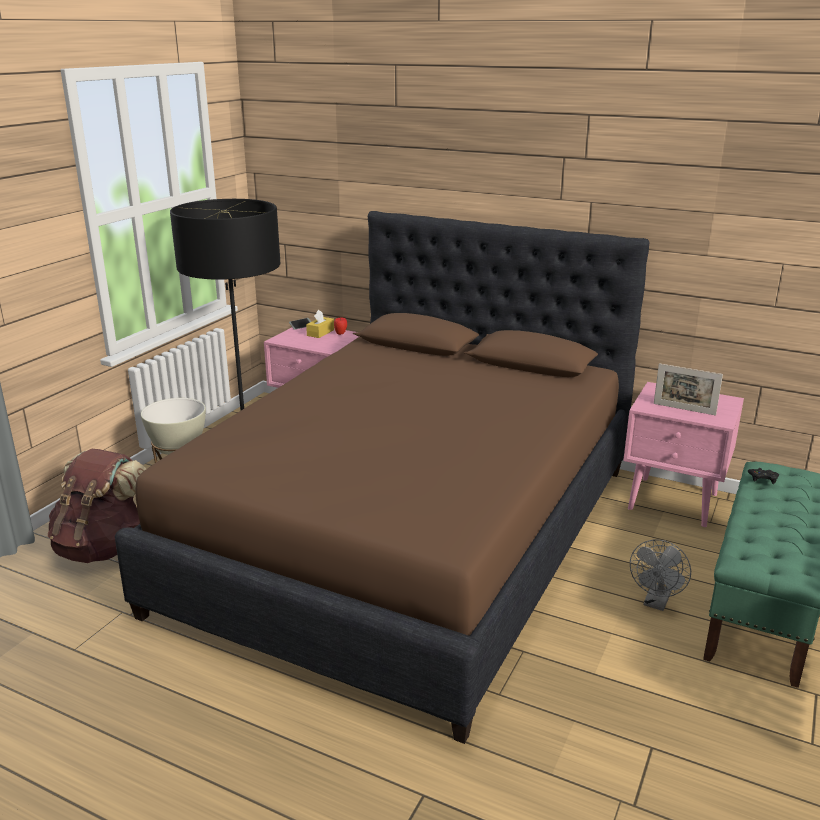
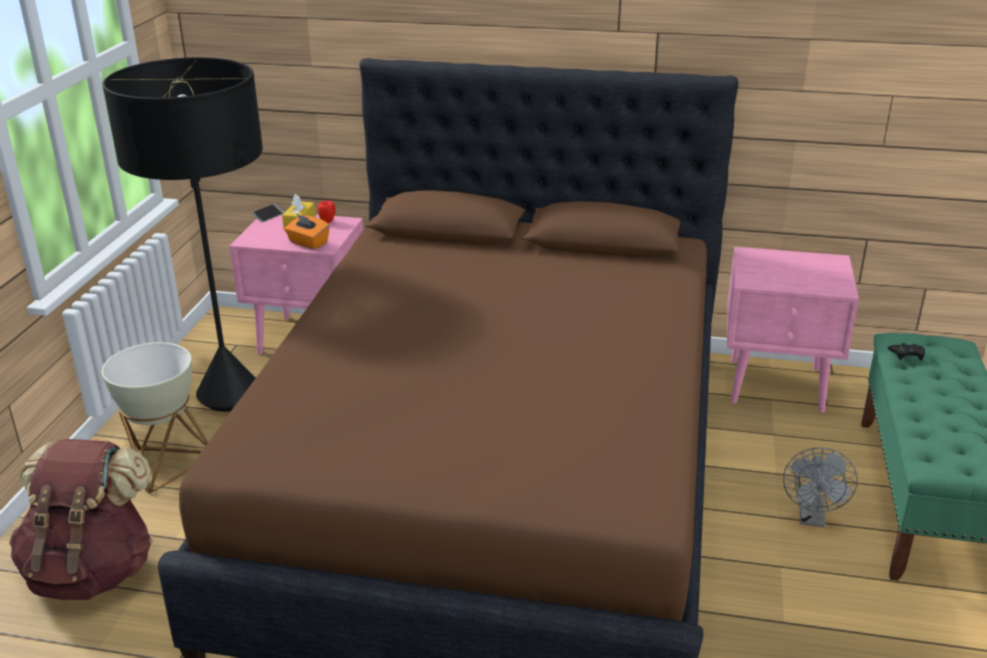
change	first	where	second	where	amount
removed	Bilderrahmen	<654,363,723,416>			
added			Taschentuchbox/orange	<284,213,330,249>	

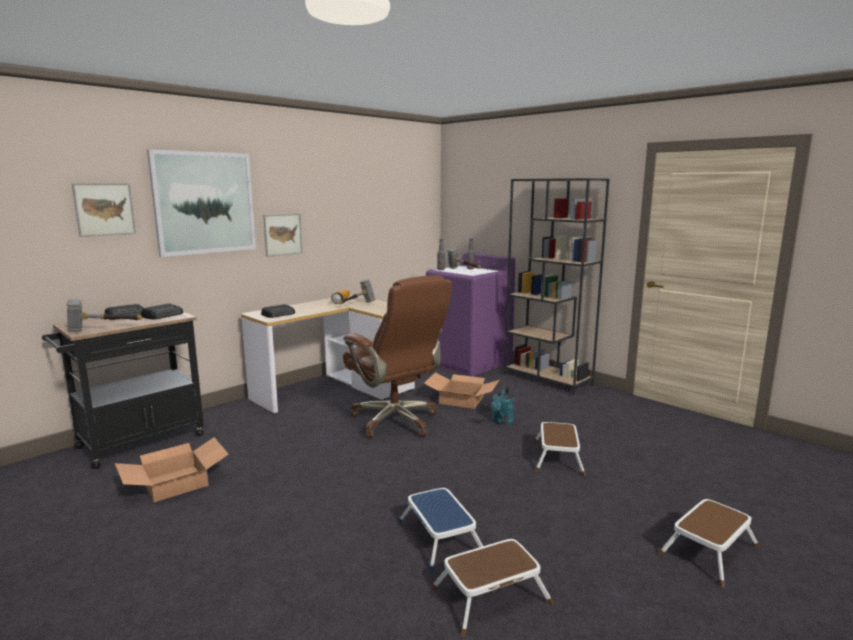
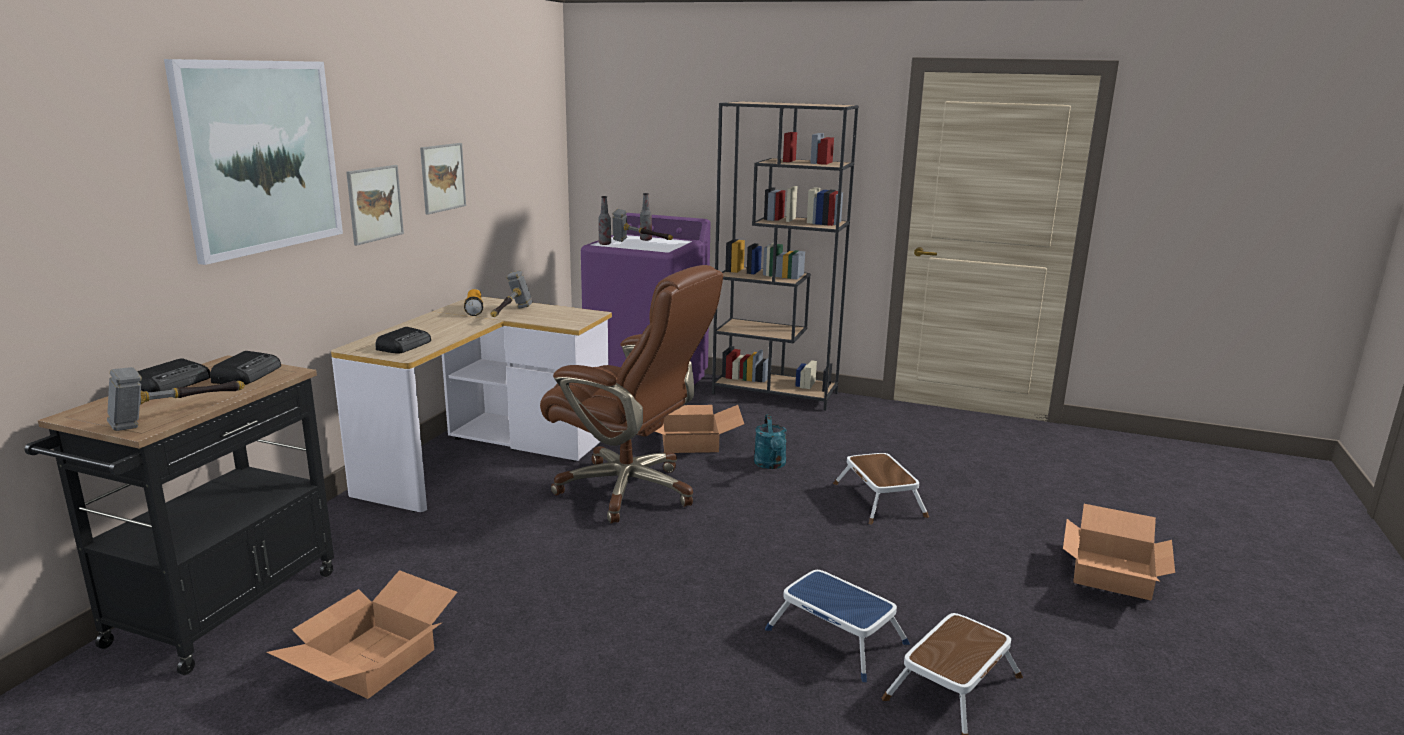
change	first	where	second	where	amount
moved	Bild	<72,183,136,237>		<420,143,466,215>	
replaced	Trittleiter/braun	<658,499,760,587>	Karton	<1063,504,1175,600>	

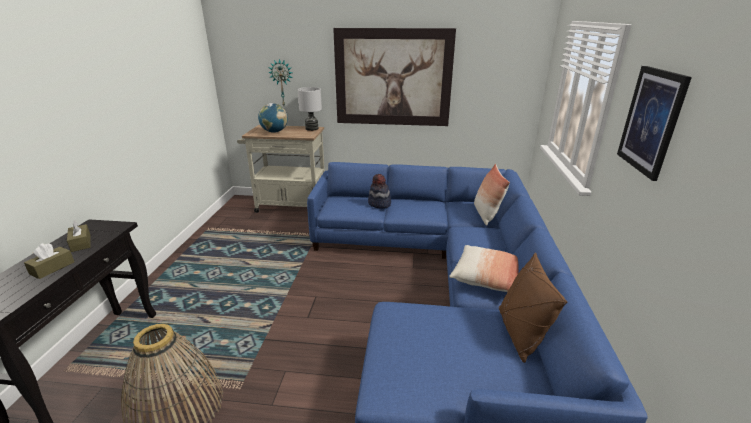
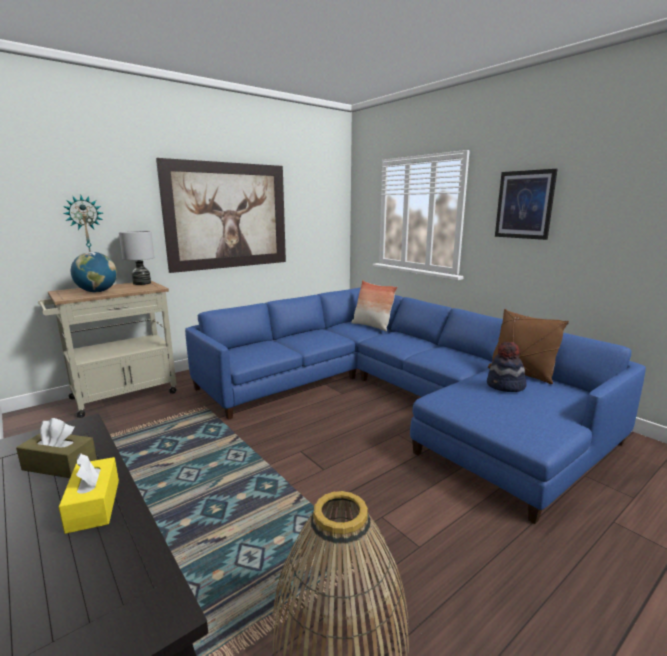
change	first	where	second	where	amount
moved	Hut	<368,174,391,208>		<487,342,527,392>	
recoloured	Taschentuchbox/braun	<24,243,75,279>	Taschentuchbox/gelb	<59,453,119,534>	
removed	Kissen	<449,245,519,292>			

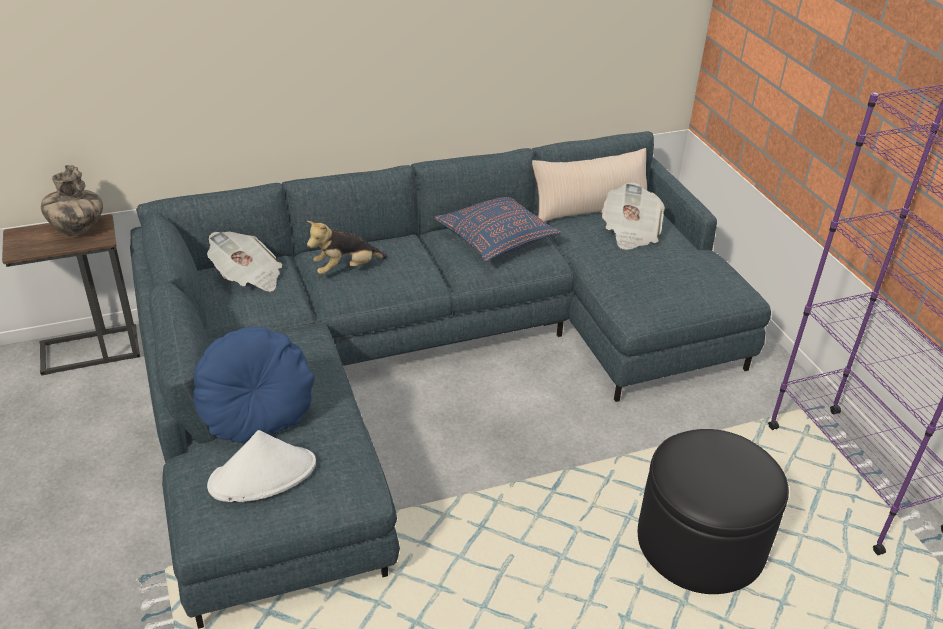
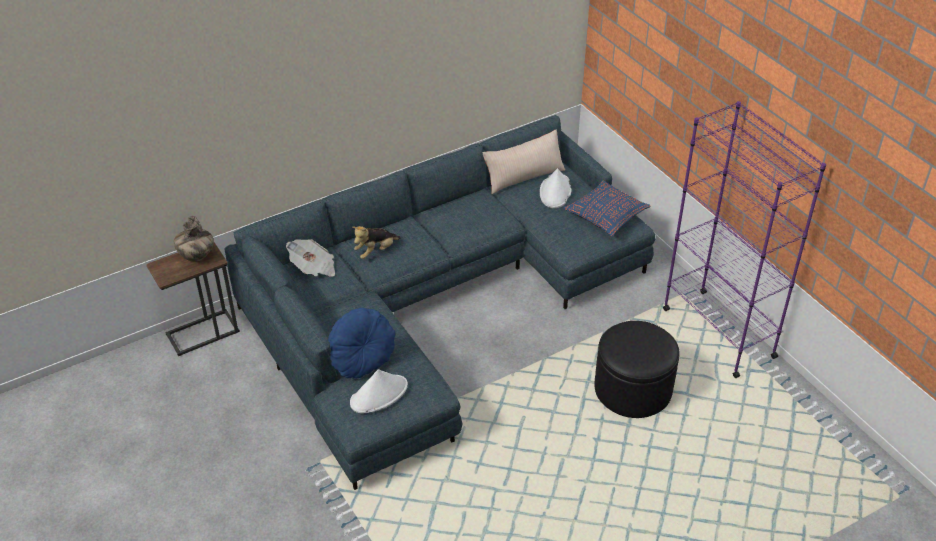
change	first	where	second	where	amount
replaced	Zeitung	<601,182,665,250>	Hut/weiß	<540,168,572,208>	
moved	Kissen/blau	<434,197,561,262>		<564,180,651,237>	

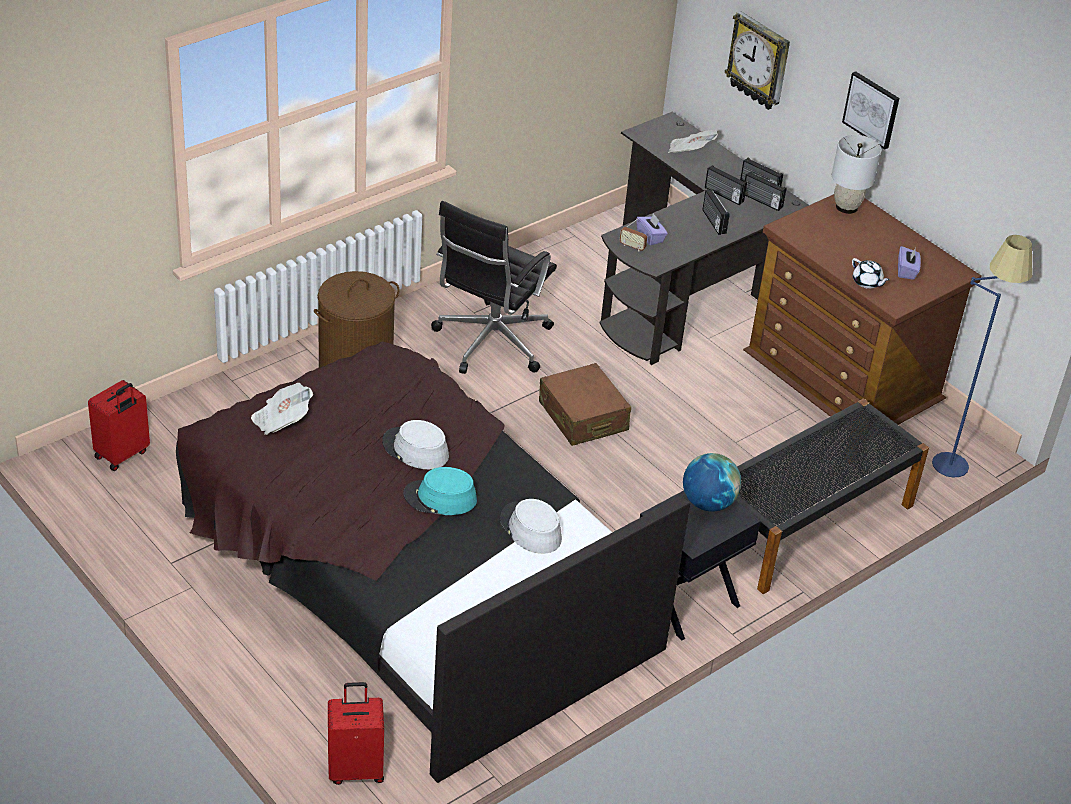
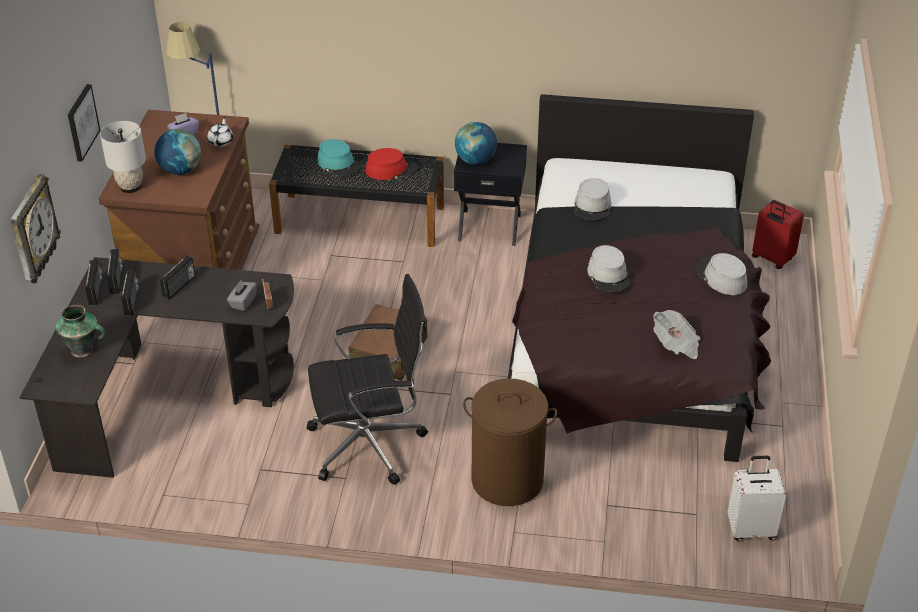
change	first	where	second	where	amount
replaced	Zeitung	<668,130,718,153>	Vase	<55,305,105,357>	
recoloured	Taschentuchbox/lila	<636,213,668,245>	Taschentuchbox/grau	<227,280,257,311>	
recoloured	Koffer/rot	<88,380,150,471>	Koffer/weiß	<728,456,786,541>	
moved	Hut/türkis	<403,467,477,515>		<317,139,360,176>	
added			Globus	<154,129,201,175>	
added			Hut/rot	<365,148,417,180>	
added			Hut/grau	<697,253,747,295>	

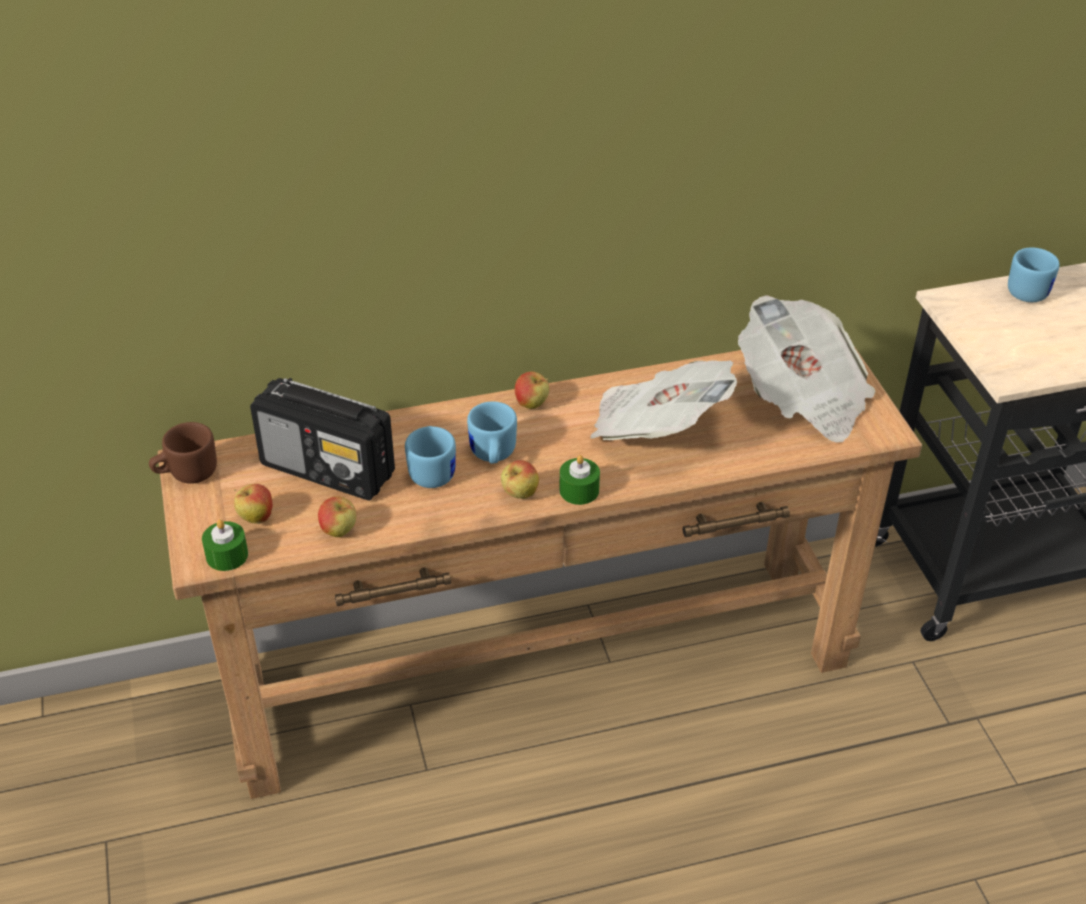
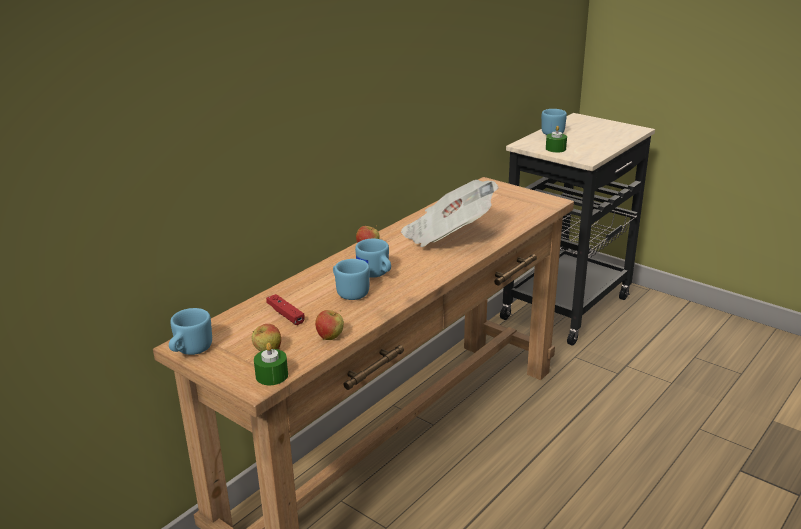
change	first	where	second	where	amount
removed	Zeitung	<738,295,876,442>			
replaced	Radio	<250,378,395,501>	Gamepad/rot	<266,294,305,325>	
recoloured	Henkelbecher/braun	<149,422,217,484>	Henkelbecher/blau	<169,308,212,355>	
moved	Kerze/grün	<559,455,600,505>		<546,126,567,153>	
removed	Apfel	<501,460,539,499>			

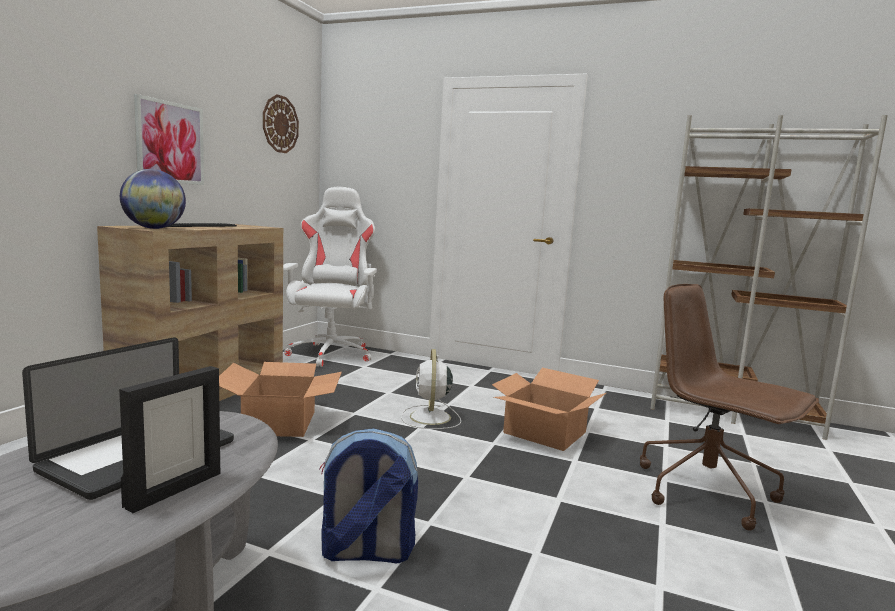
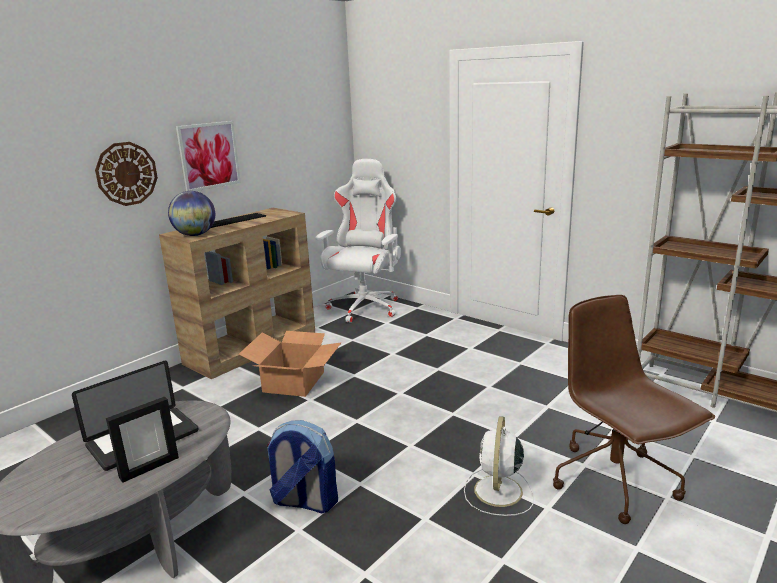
change	first	where	second	where	amount
moved	Wanduhr	<263,94,299,153>		<95,142,158,206>	
moved	Ventilator/weiß	<401,349,461,429>		<464,416,534,516>	
removed	Karton	<492,368,606,451>			

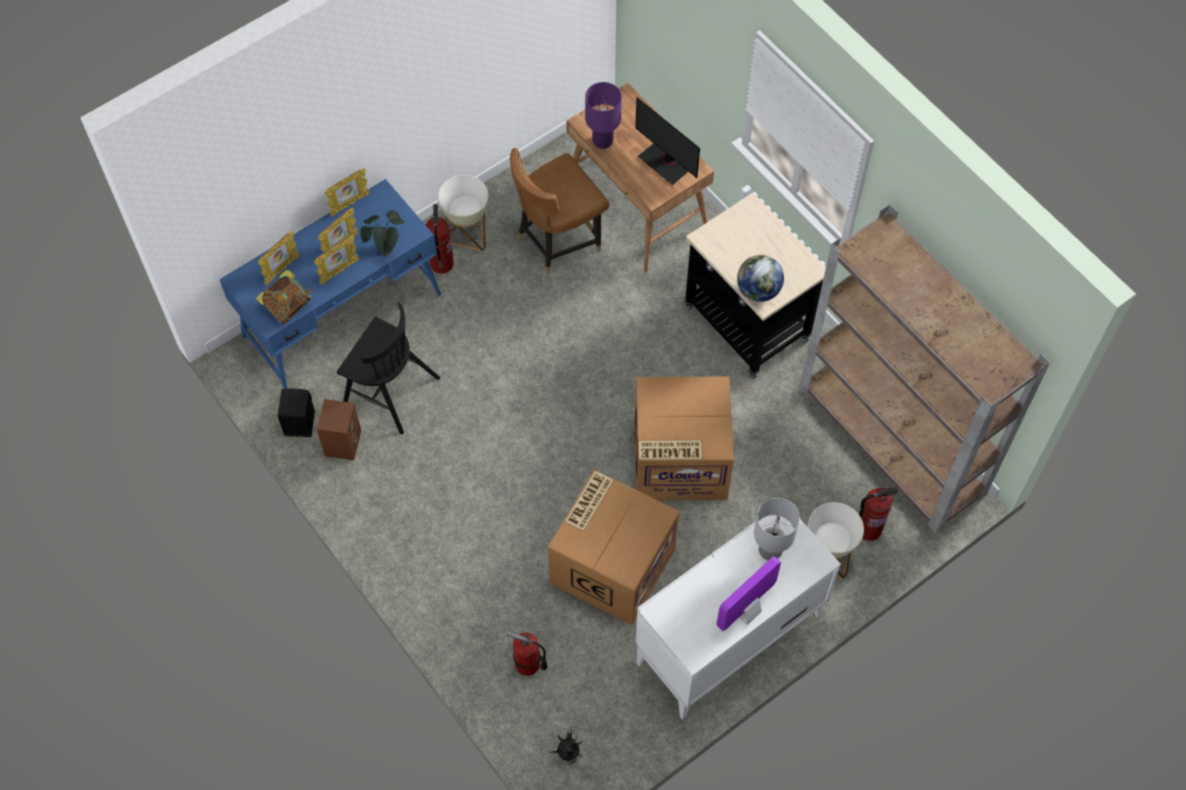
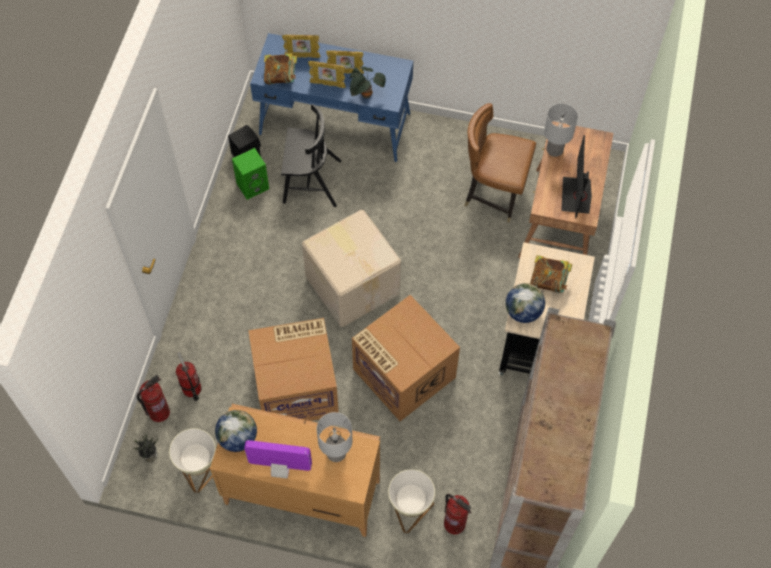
change	first	where	second	where	amount
recoloured	Tischlampe/lila	<585,82,622,149>	Tischlampe/grau	<544,103,578,157>	
removed	Bilderrahmen	<325,168,370,216>			
moved	Pflanzkübel	<438,175,489,251>		<169,428,216,493>	
moved	Feuerlöscher	<426,204,454,274>		<137,375,170,422>	
turned	Stuhl/schwarz	<337,302,440,434>		<281,104,341,207>	75 degrees counterclockwise
recoloured	Lautsprecher/braun	<317,399,361,460>	Lautsprecher/grün	<232,148,269,200>	
recoloured	Schrank/weiß	<635,515,841,720>	Schrank/braun	<210,404,380,537>	
added			Karton	<302,210,401,327>	
added			Buch	<530,255,573,293>	
added			Globus	<215,410,257,452>	

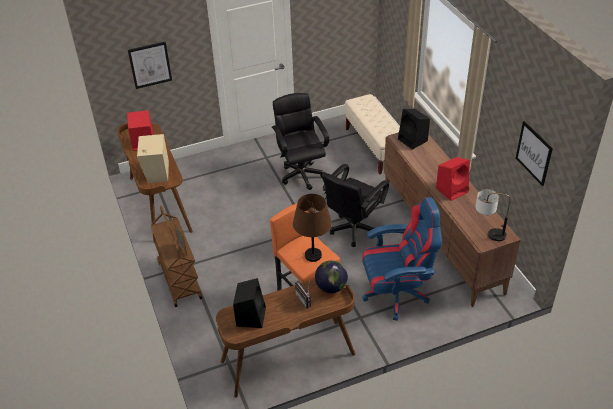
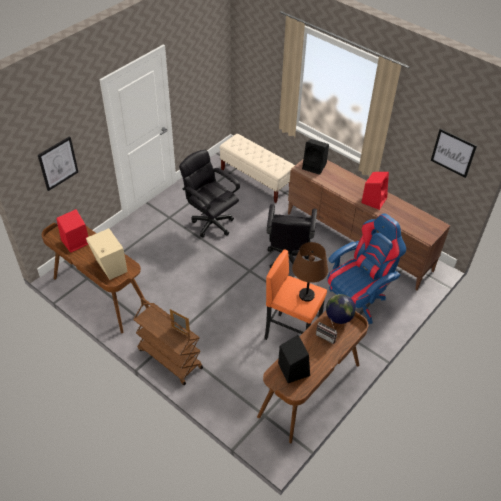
change	first	where	second	where	amount
removed	Tischlampe	<475,189,511,241>			

